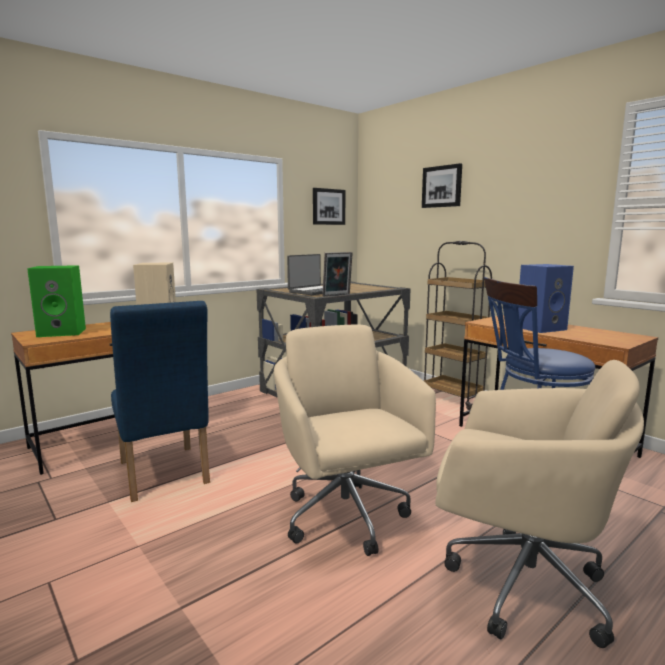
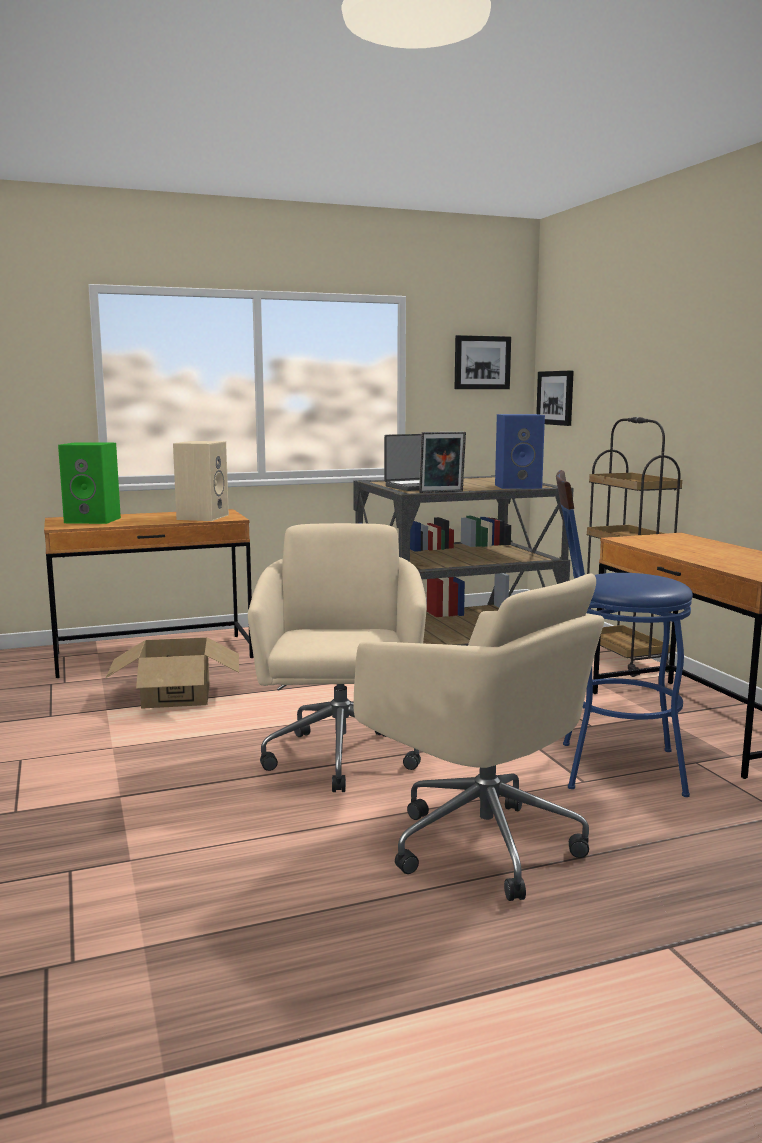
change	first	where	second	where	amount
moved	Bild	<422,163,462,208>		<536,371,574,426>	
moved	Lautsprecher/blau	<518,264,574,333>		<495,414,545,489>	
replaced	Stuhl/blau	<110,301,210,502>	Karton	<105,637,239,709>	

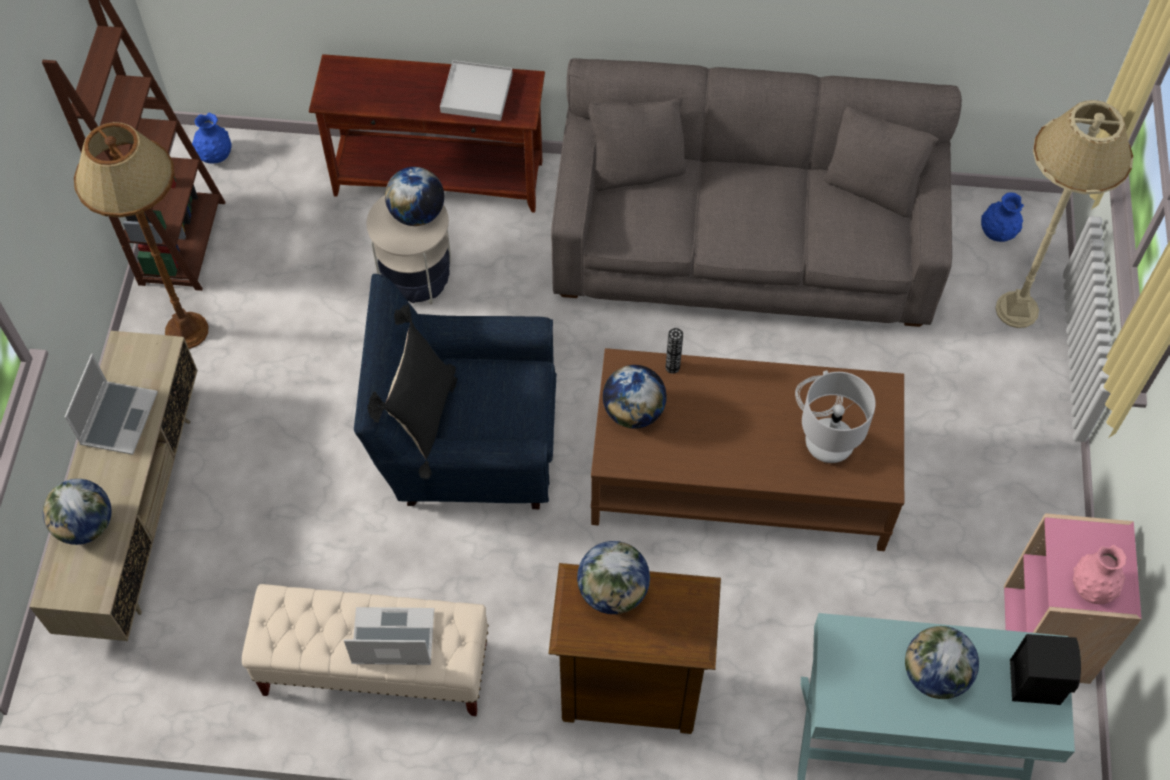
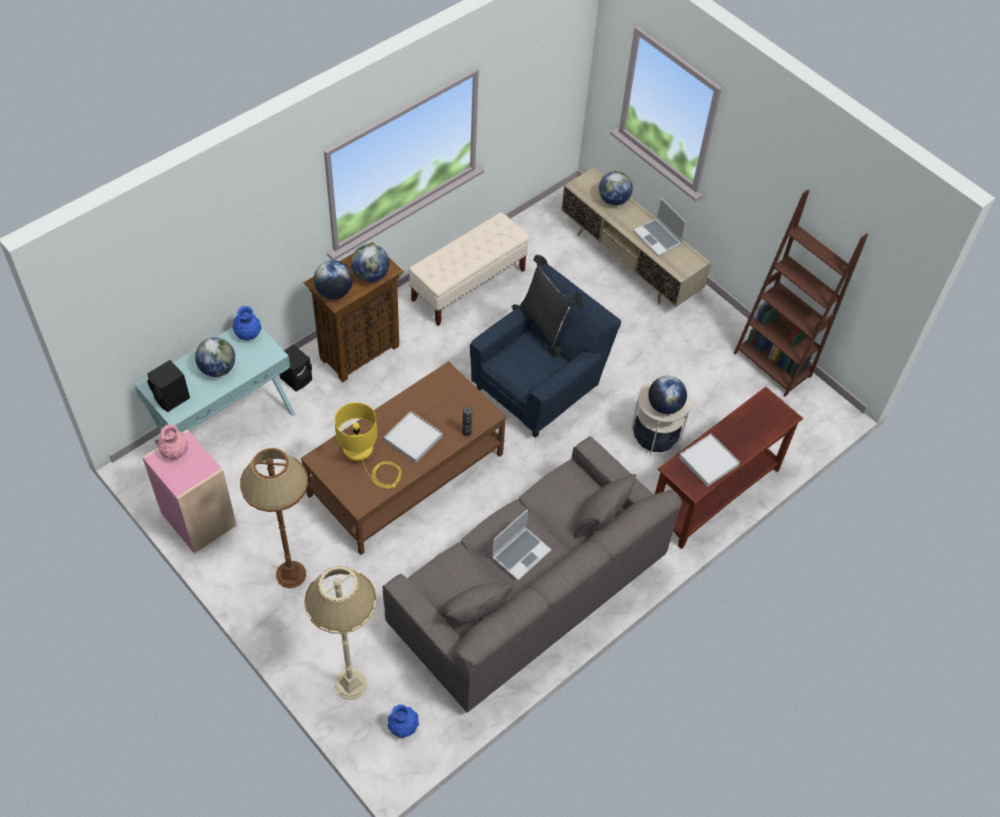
change	first	where	second	where	amount
moved	Vase/blau	<192,113,232,164>		<233,306,261,340>	
moved	Stehlampe/braun	<74,122,208,349>		<240,448,308,588>	
moved	Globus	<603,365,667,429>		<314,260,353,299>	
recoloured	Tischlampe/weiß	<795,370,876,463>	Tischlampe/gelb	<334,402,402,489>	
moved	Laptop	<344,607,434,665>		<492,509,551,580>	
added			Lautsprecher/schwarz	<280,344,312,392>	
added			Tablett/weiß	<384,411,443,463>	

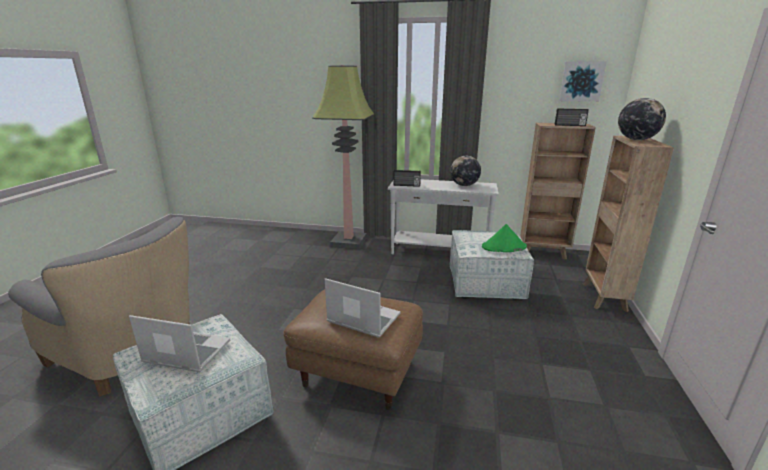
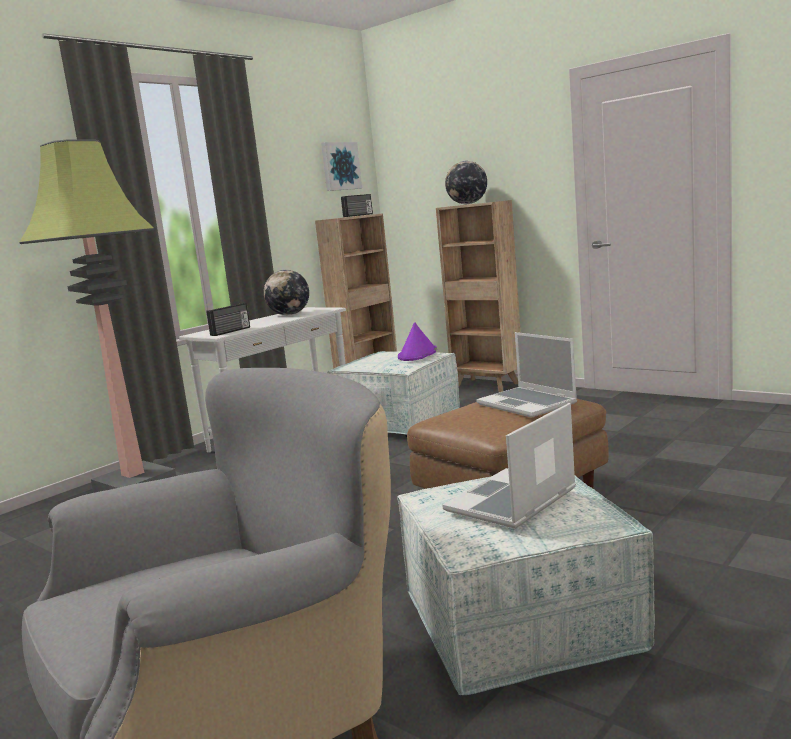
change	first	where	second	where	amount
recoloured	Hut/grün	<482,224,527,252>	Hut/lila	<398,322,437,361>	
turned	Laptop	<325,278,401,338>		<476,332,577,418>	90 degrees counterclockwise

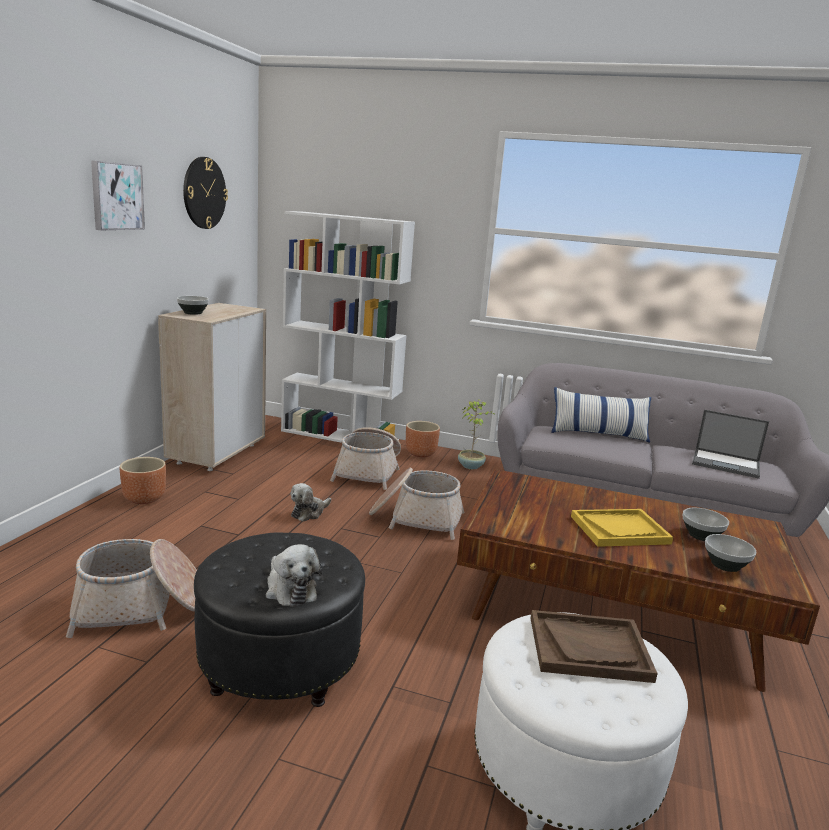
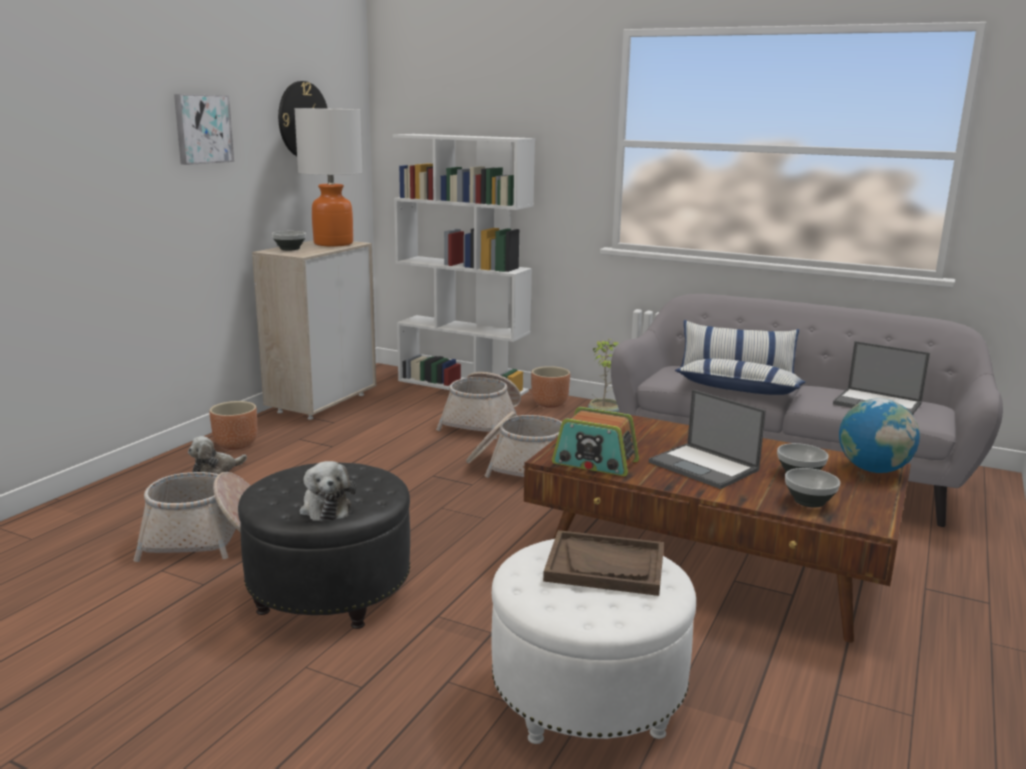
change	first	where	second	where	amount
moved	Plüschtier	<290,483,331,522>		<188,436,247,474>	
replaced	Tablett/gelb	<571,509,673,547>	Laptop	<649,389,766,489>	
added			Tischlampe	<294,108,362,247>	
added			Kissen	<675,359,805,395>	
added			Globus	<839,398,920,473>	
added			Radio	<552,407,639,476>	

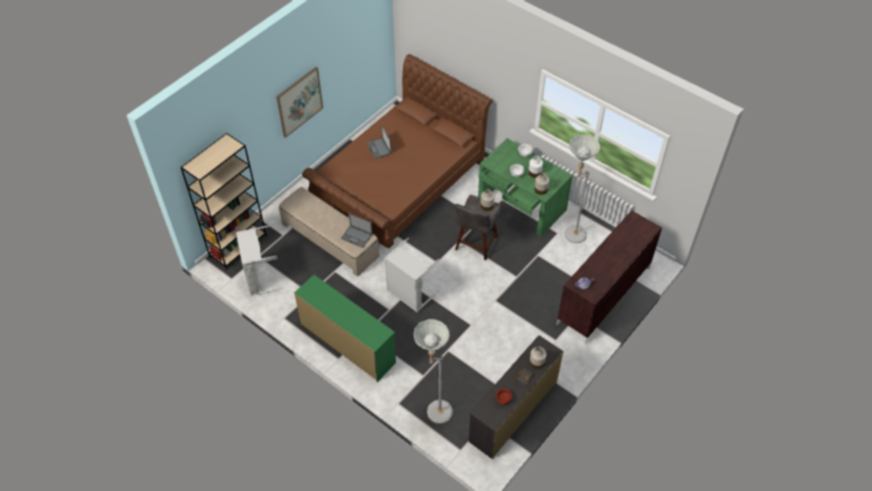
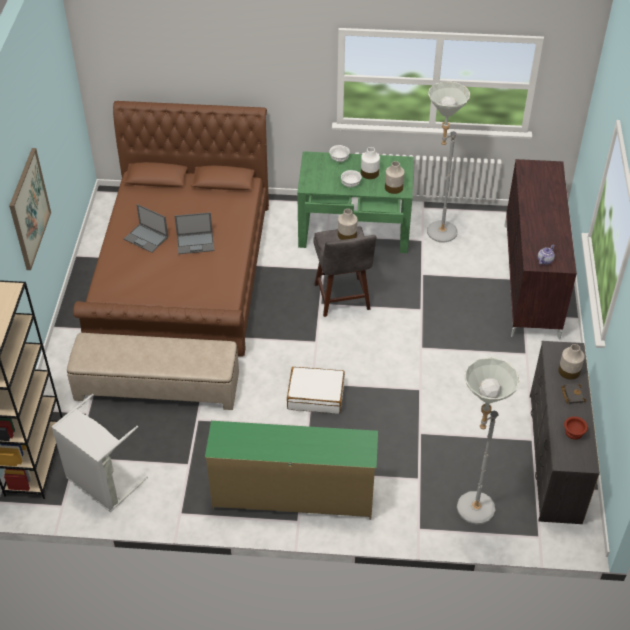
change	first	where	second	where	amount
moved	Laptop	<341,213,373,248>		<175,212,214,254>	
replaced	Wäschekorb/grau	<385,238,439,312>	Koffer/weiß	<287,367,345,414>	

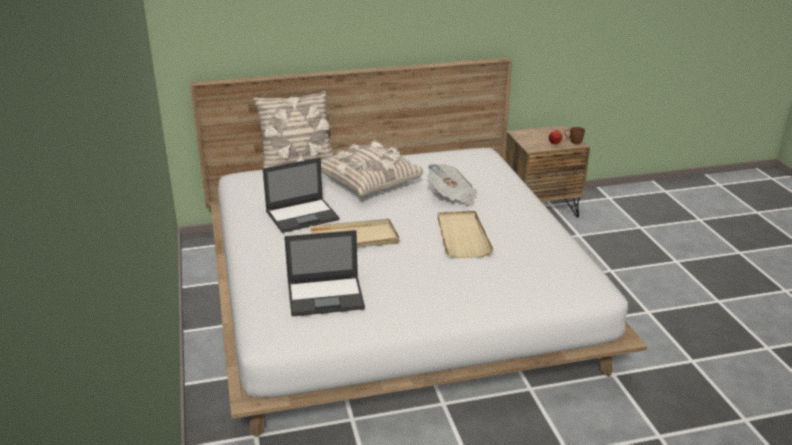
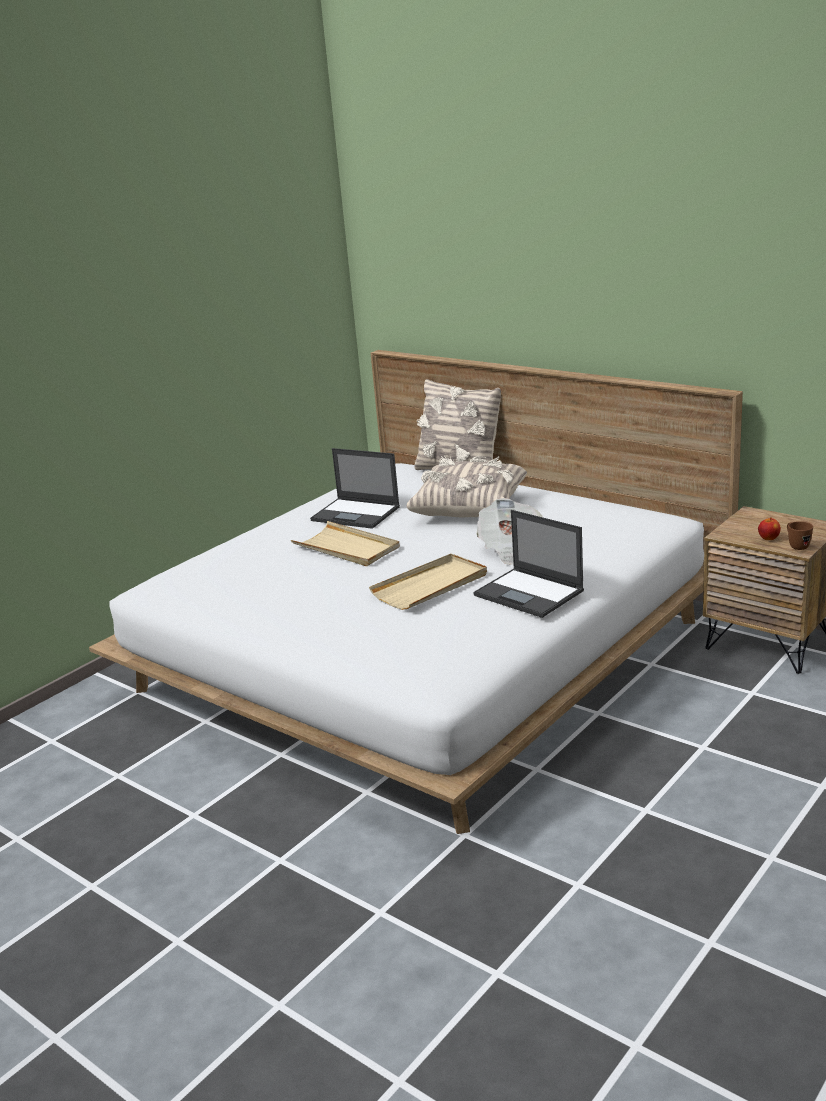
change	first	where	second	where	amount
moved	Laptop	<284,230,365,317>		<473,510,584,618>	

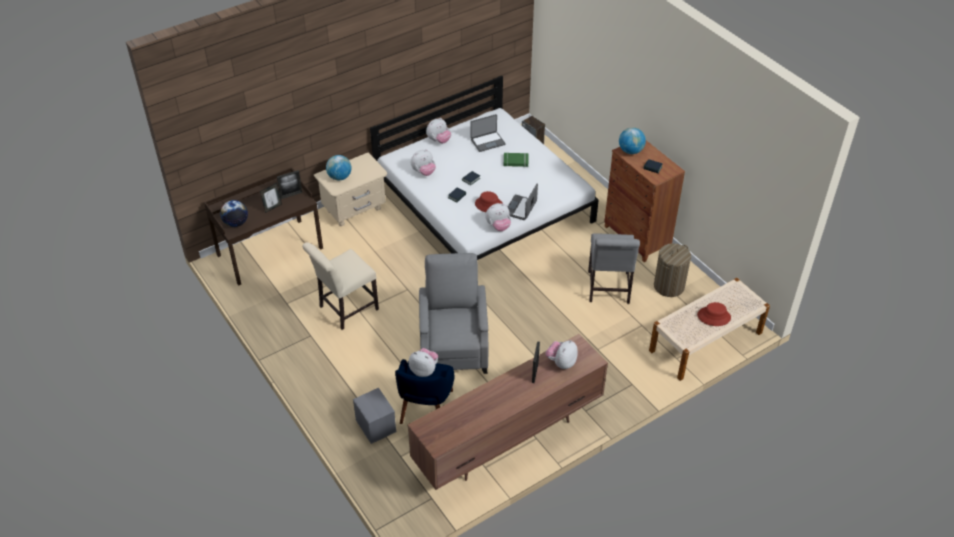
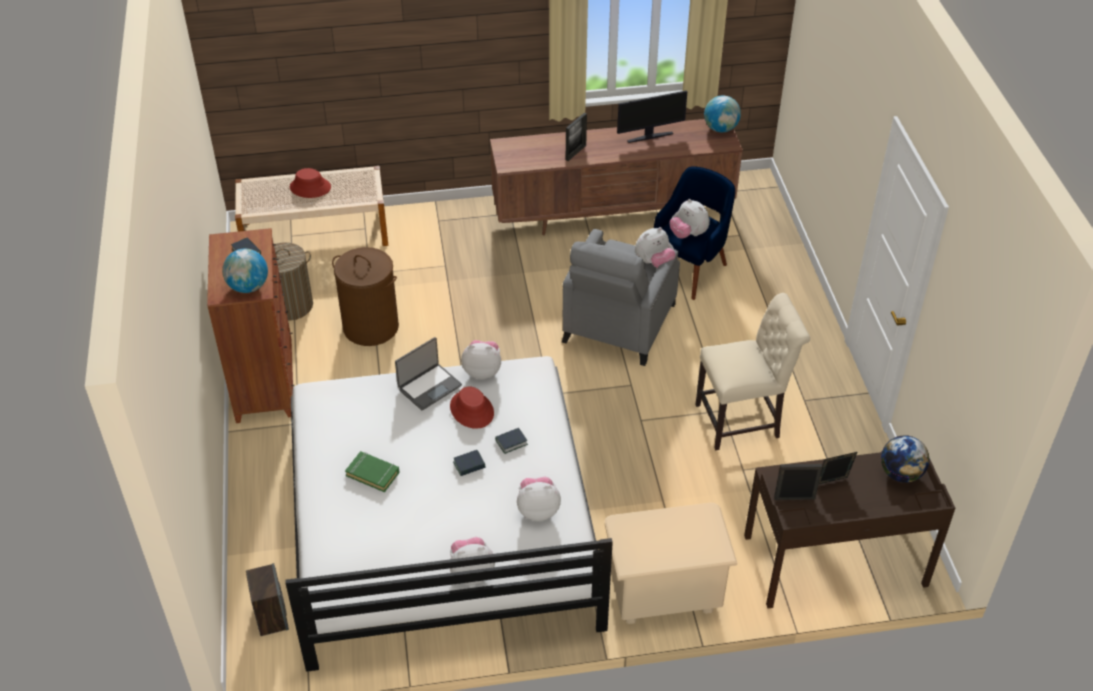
change	first	where	second	where	amount
removed	Laptop	<470,114,506,152>			
moved	Globus	<326,155,352,180>		<704,95,741,132>	
replaced	Stuhl/grau	<588,233,640,304>	Wäschekorb/braun	<332,247,399,346>	
moved	Plüschtier	<546,340,578,369>		<635,227,676,268>	
removed	Aufbewahrungsbox/grau	<353,388,397,444>			
added			Monitor	<617,90,687,143>	

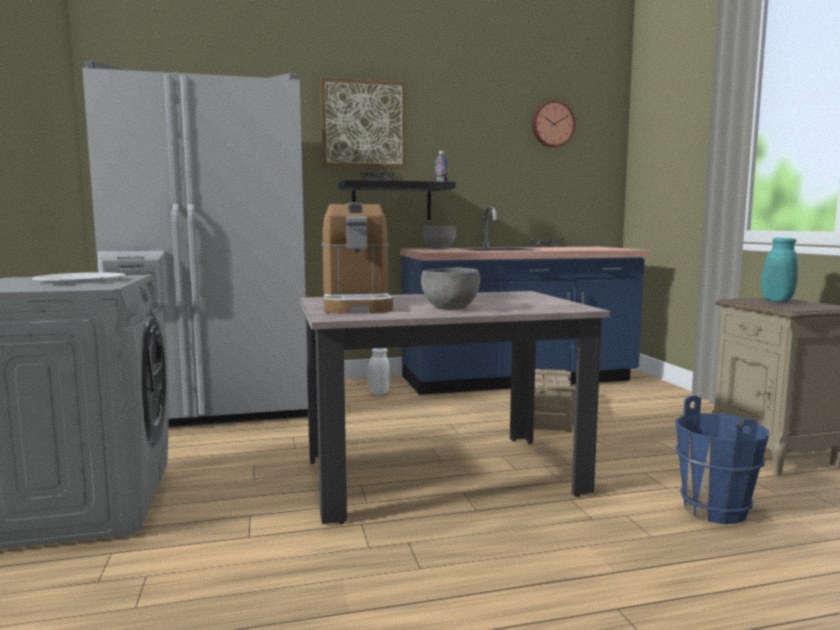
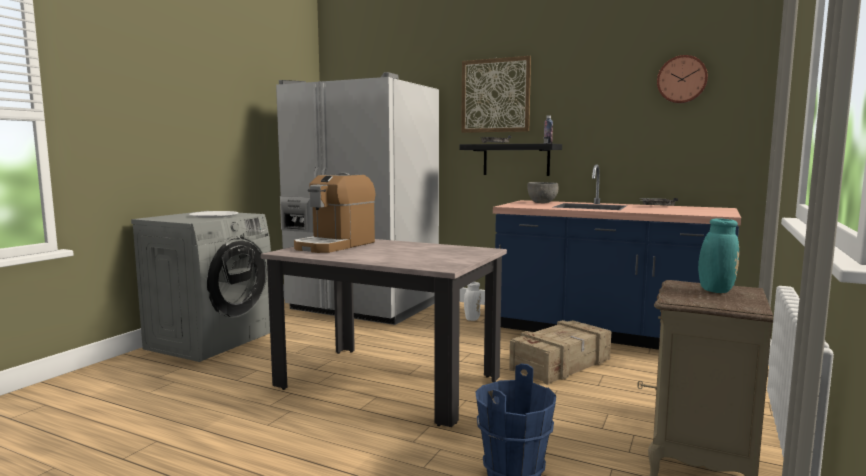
change	first	where	second	where	amount
removed	Schüssel/grau	<421,268,480,310>			

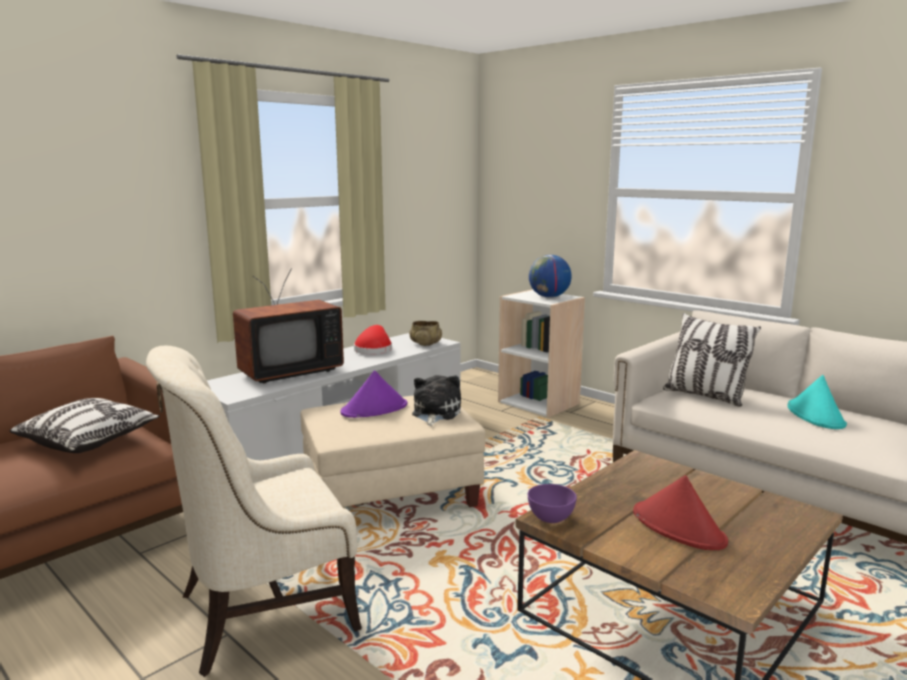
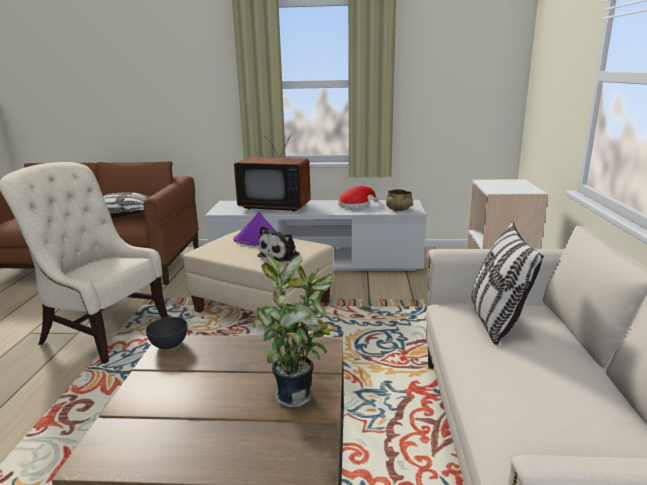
change	first	where	second	where	amount
removed	Globus	<529,255,572,298>			
turned	Plüschtier	<412,375,461,426>		<257,226,300,262>	150 degrees clockwise
removed	Hut/türkis	<787,375,847,429>			
removed	Hut/rot	<633,475,728,550>			
recoloured	Schüssel/lila	<528,484,577,523>	Schüssel/grau	<146,317,188,350>	
added			Topfpflanze	<253,253,335,407>	

